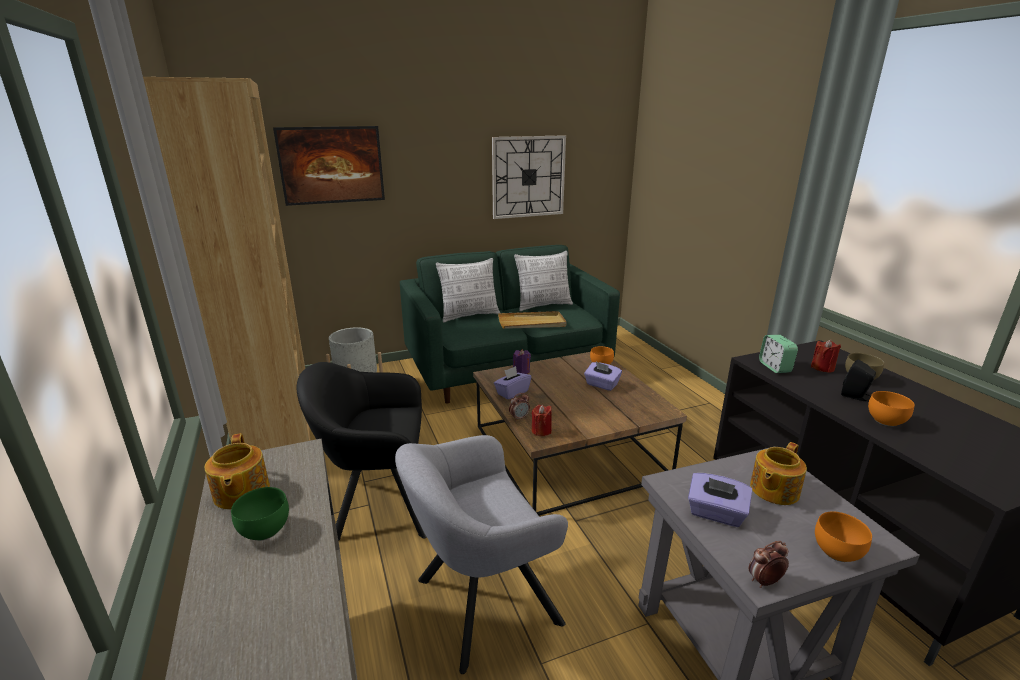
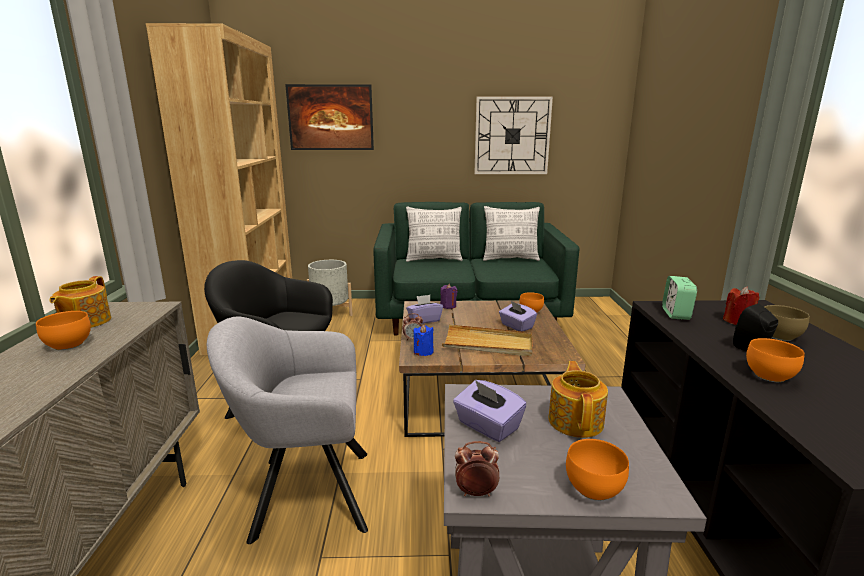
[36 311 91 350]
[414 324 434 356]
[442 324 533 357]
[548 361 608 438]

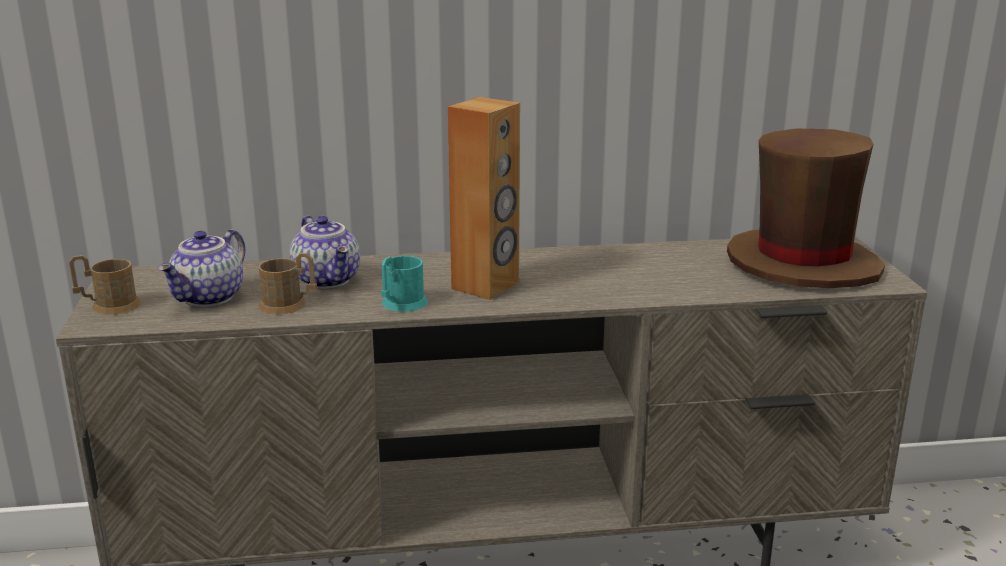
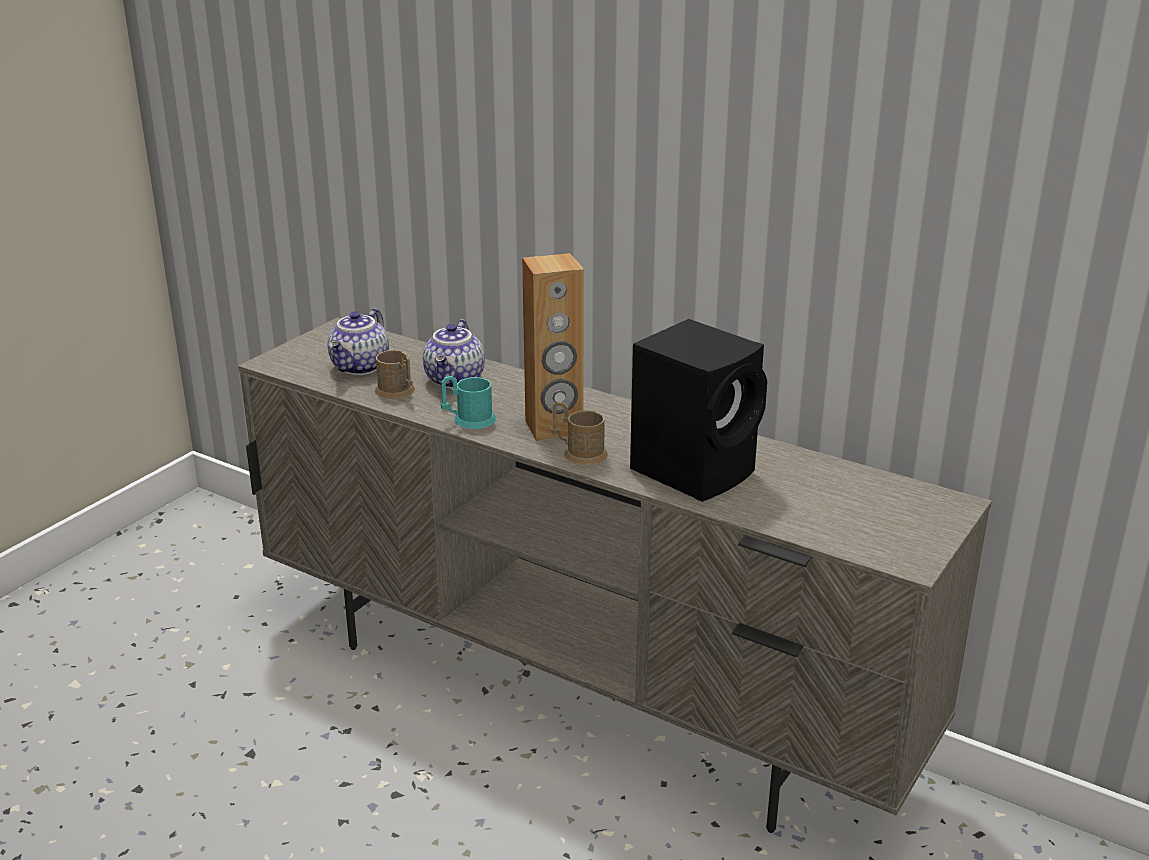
[328 308 389 375]
[551 402 608 465]
[630 319 767 502]
[727 129 885 288] (first image)

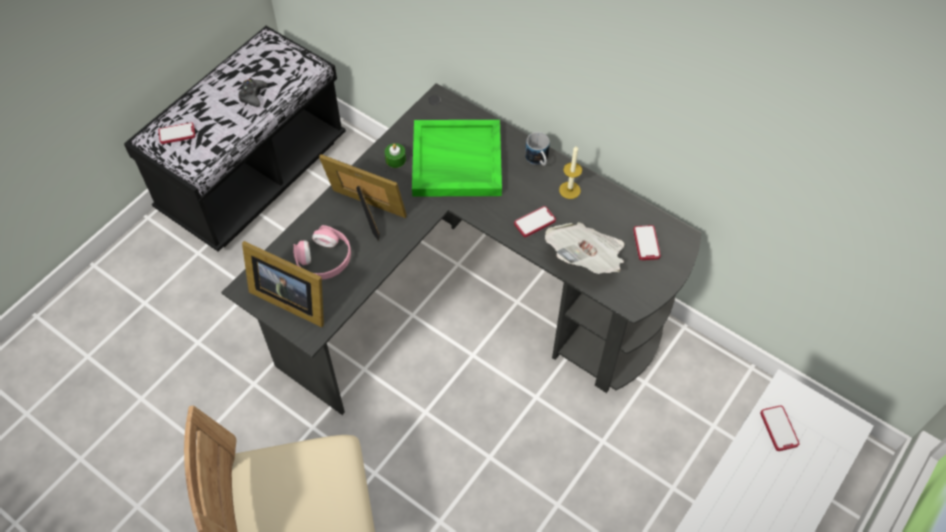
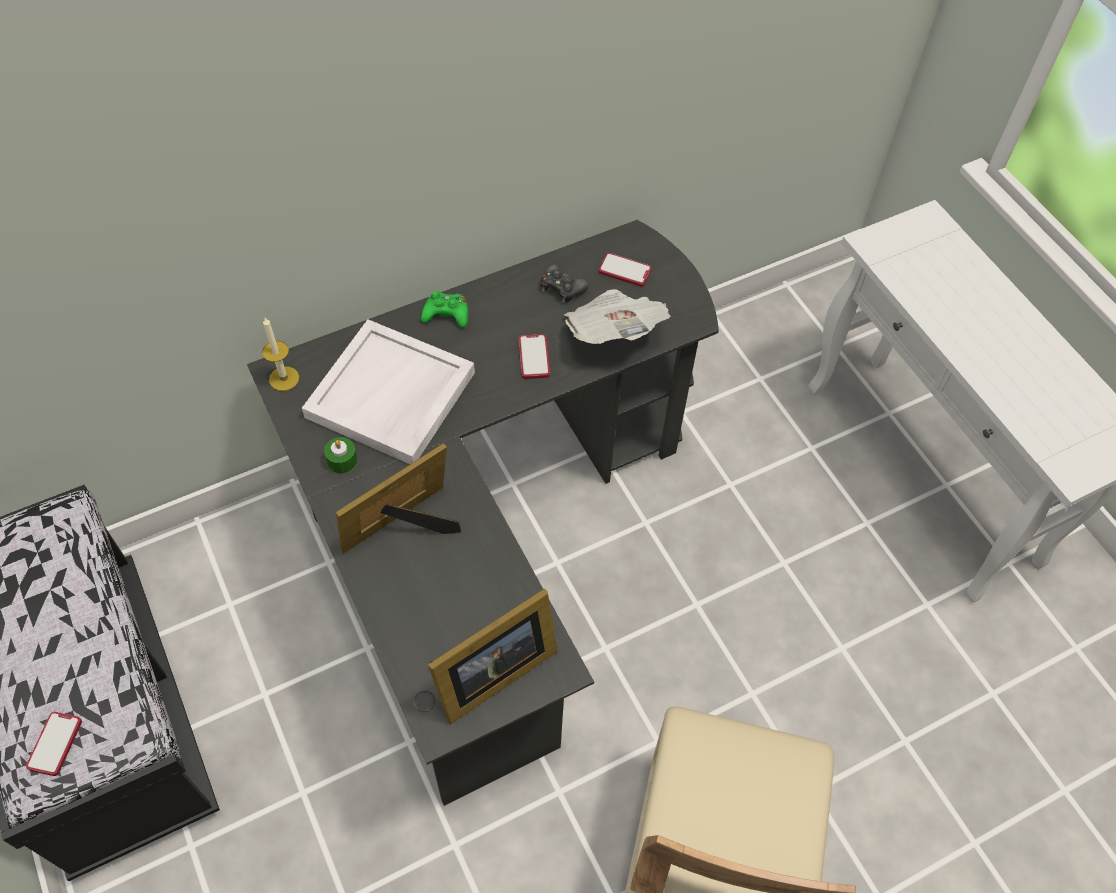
[262 318 299 391]
[302 319 475 464]
[421 291 468 328]
[541 264 589 303]
[293 225 351 279] (first image)
[760 405 800 451] (first image)

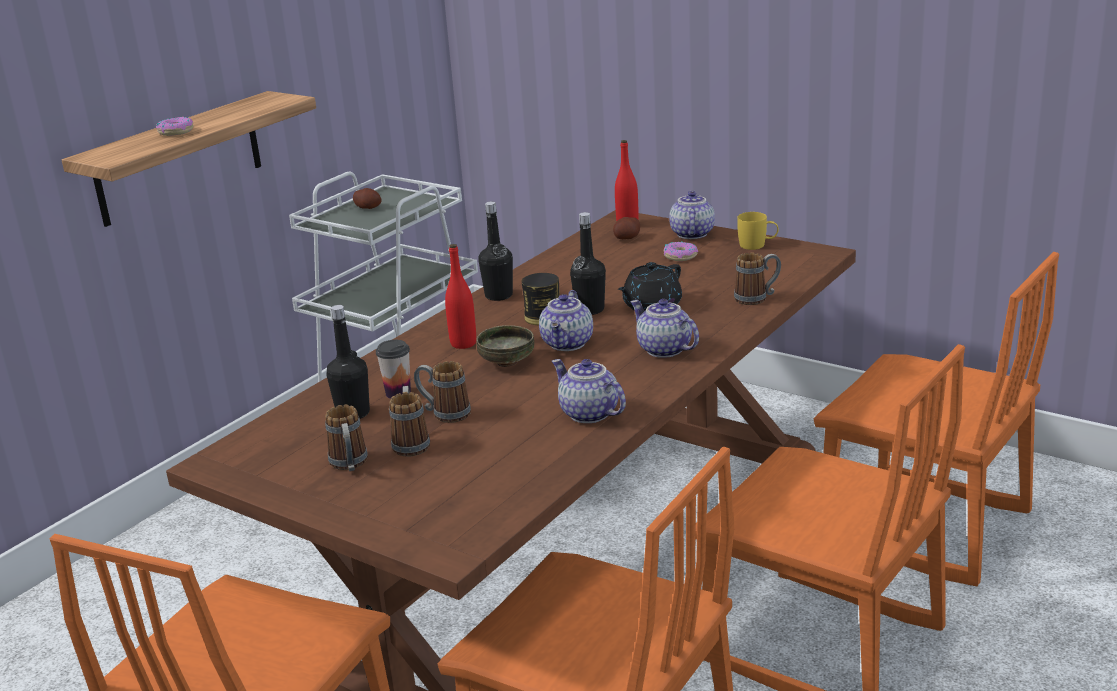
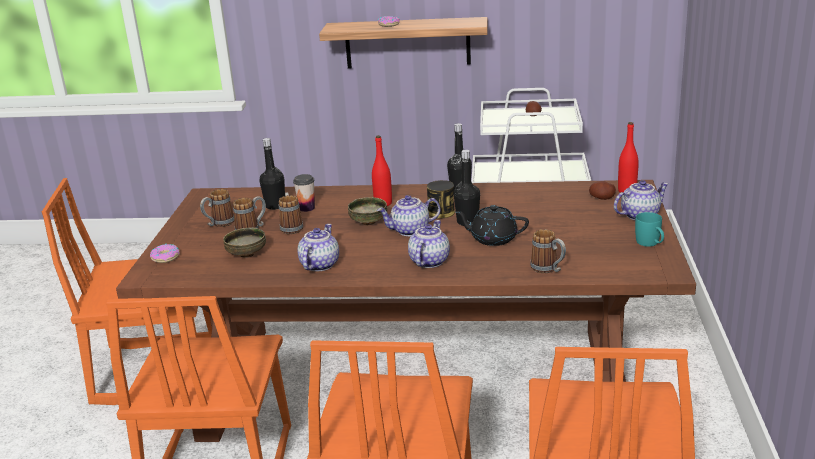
[150 244 180 263]
[223 228 266 258]
[635 212 664 247]

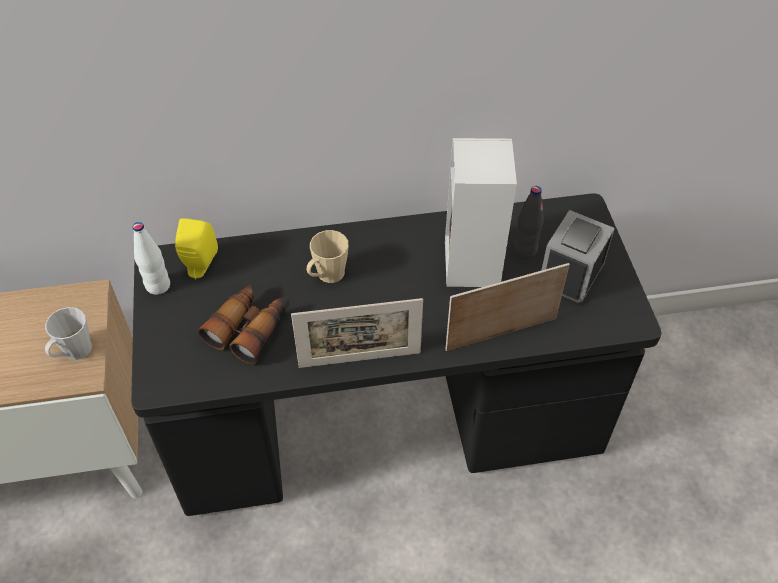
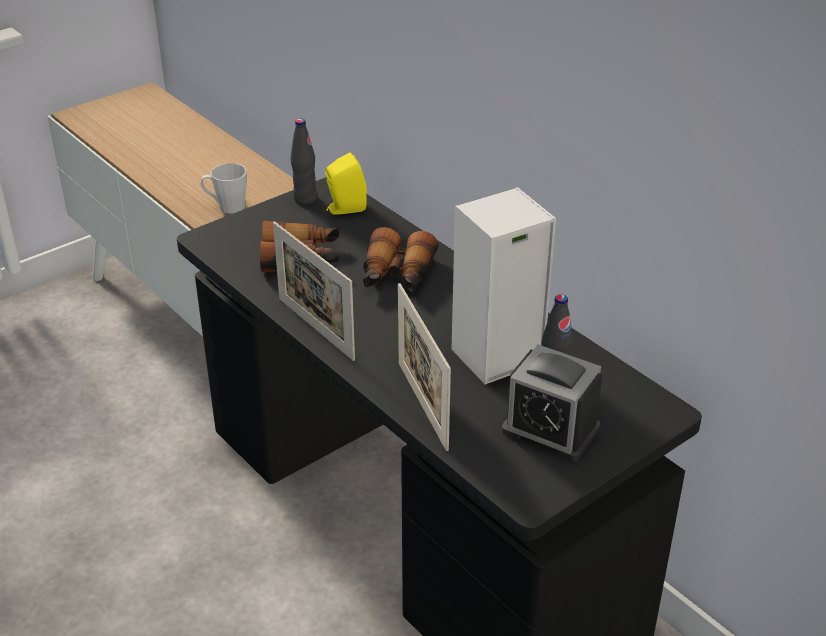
[291 119 317 205]
[363 227 439 292]
[398 283 451 451]
[502 344 603 461]

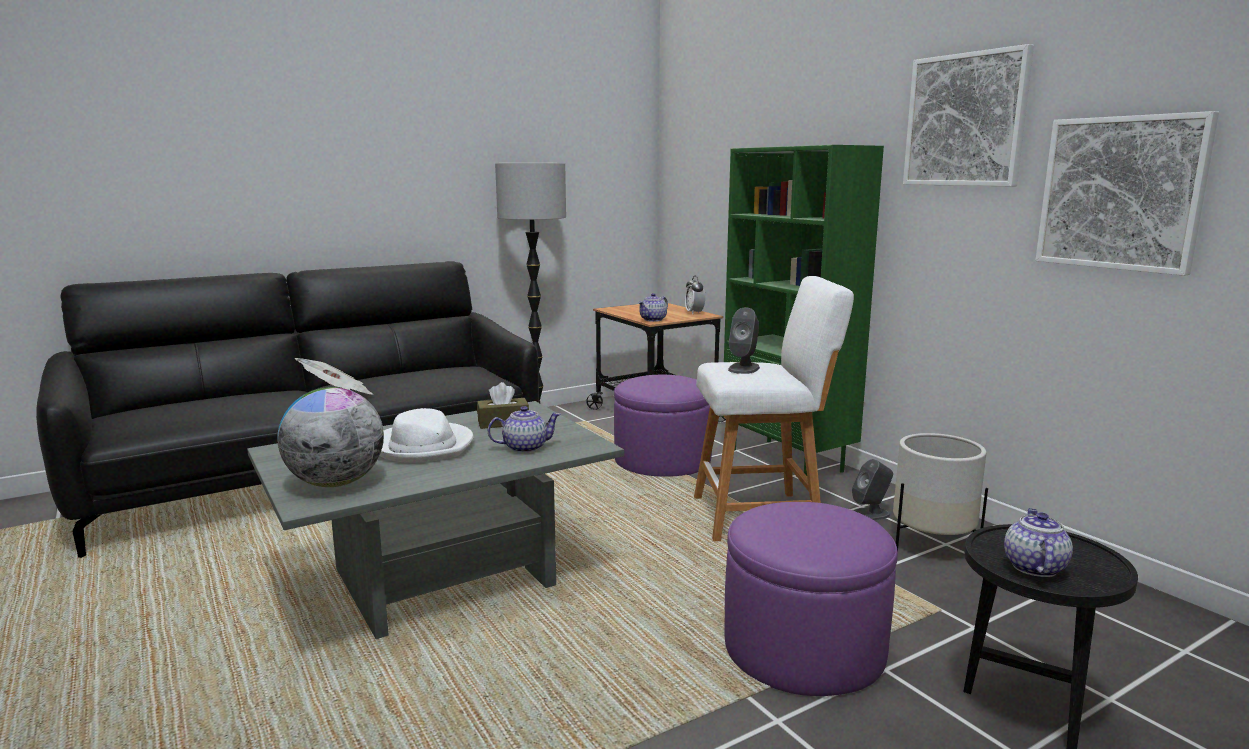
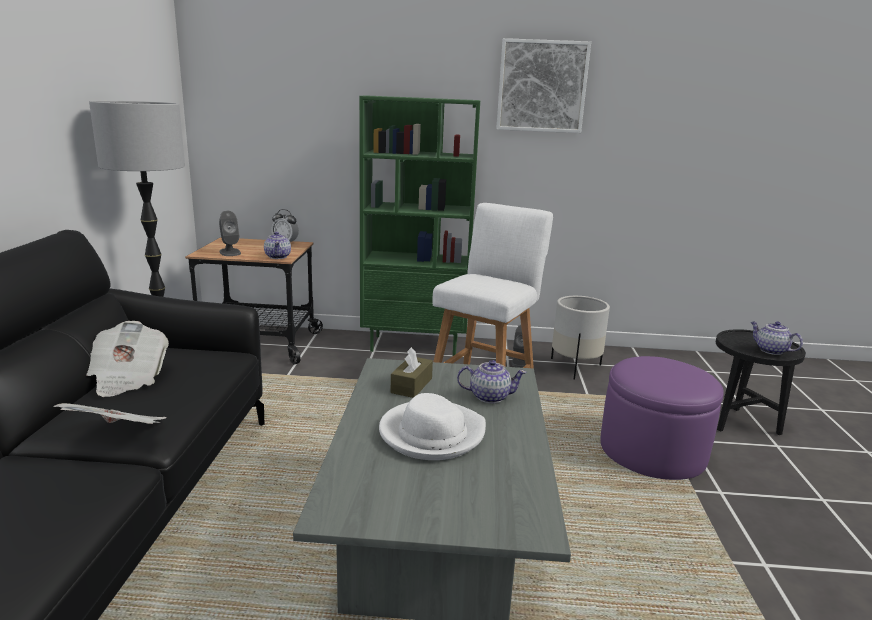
[86 321 169 397]
[219 211 241 256]
[457 360 527 403]
[277 387 384 487] (first image)
[614 375 712 477] (first image)
[1035 111 1219 276] (first image)

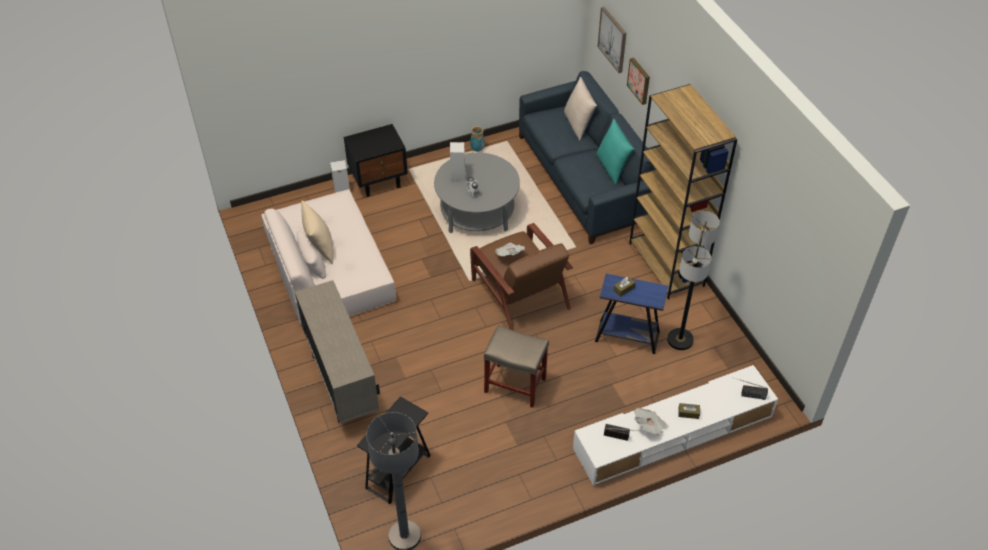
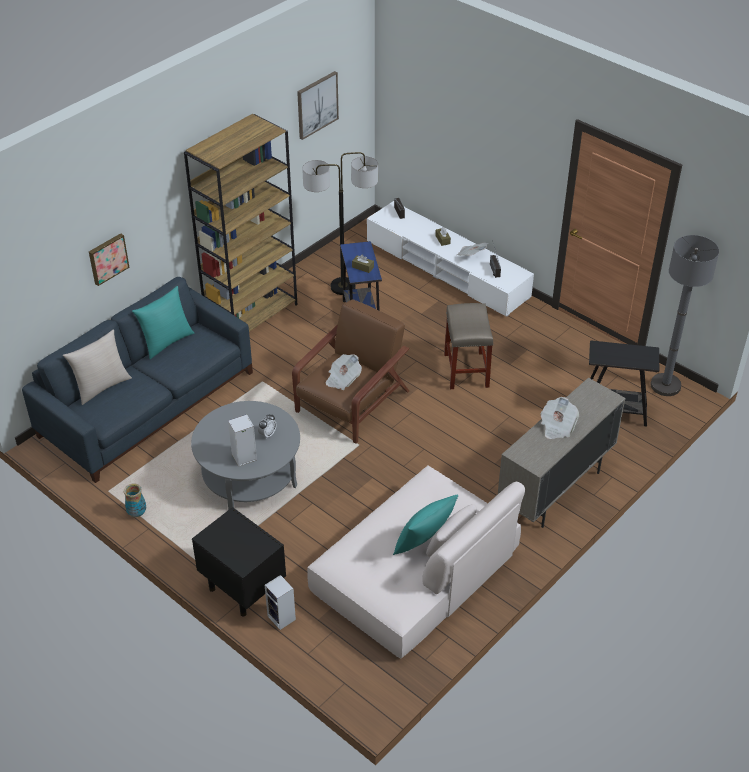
[297 71 339 140]
[393 495 458 555]
[540 397 579 439]

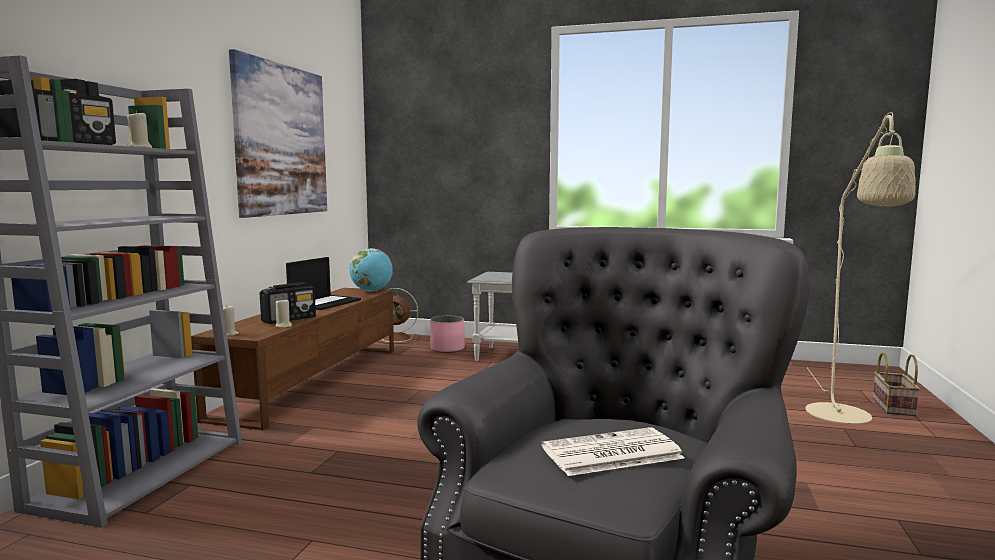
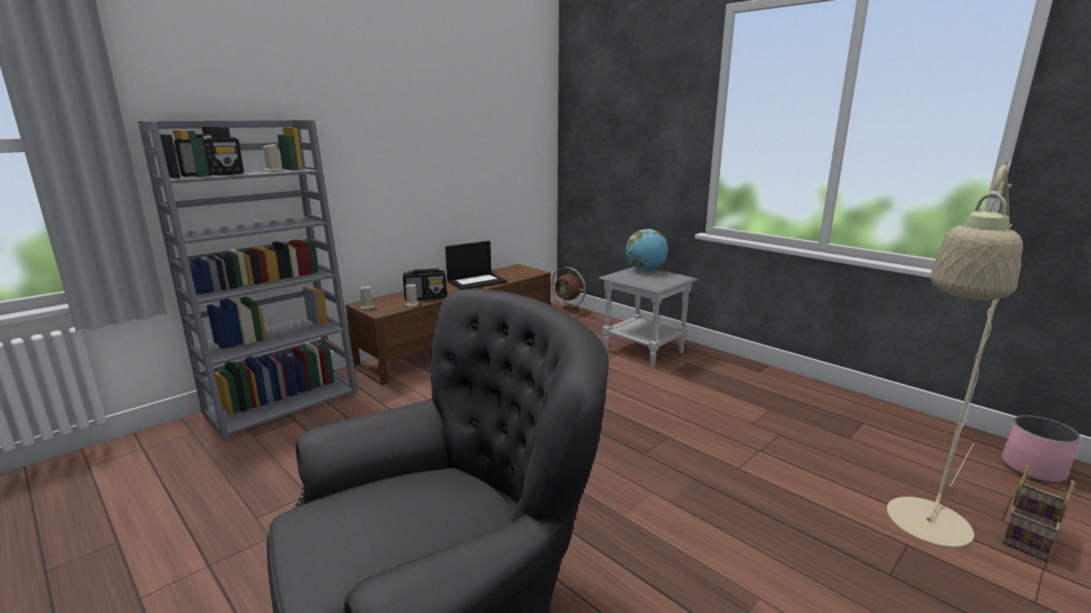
[626 229 668 271]
[1002 415 1081 483]
[229 49 327 218] (first image)
[541 427 685 476] (first image)

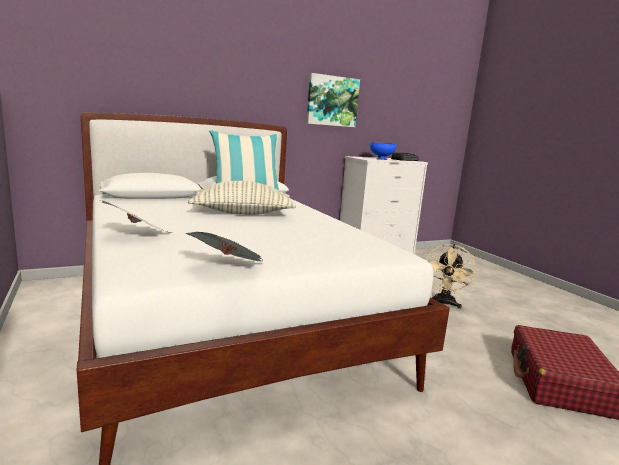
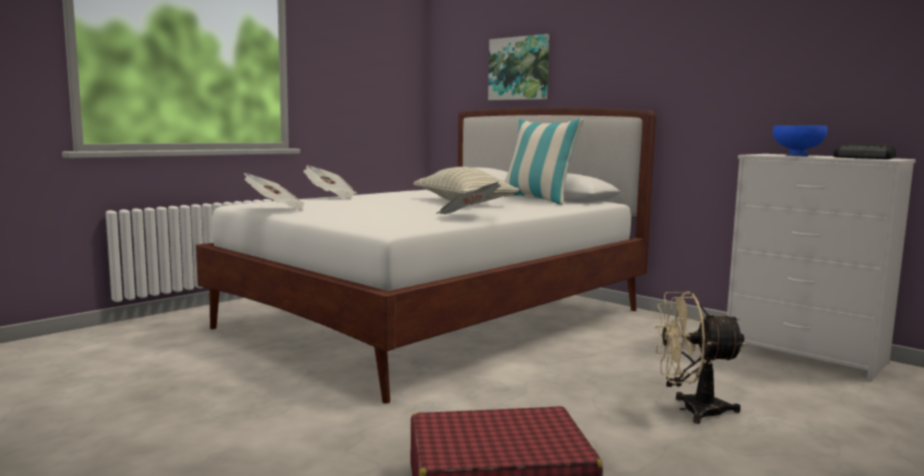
[437 182 501 214]
[488 34 549 100]

